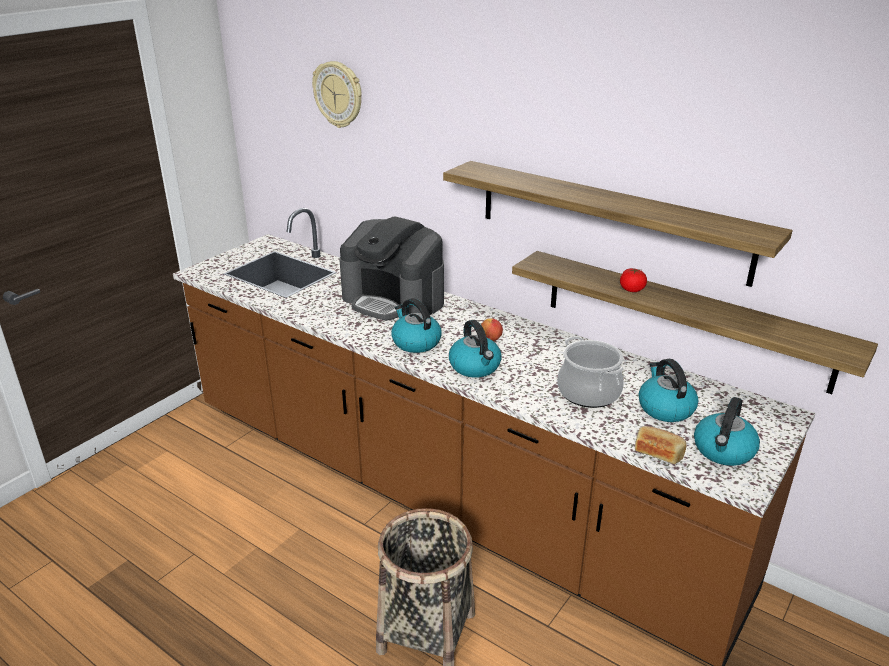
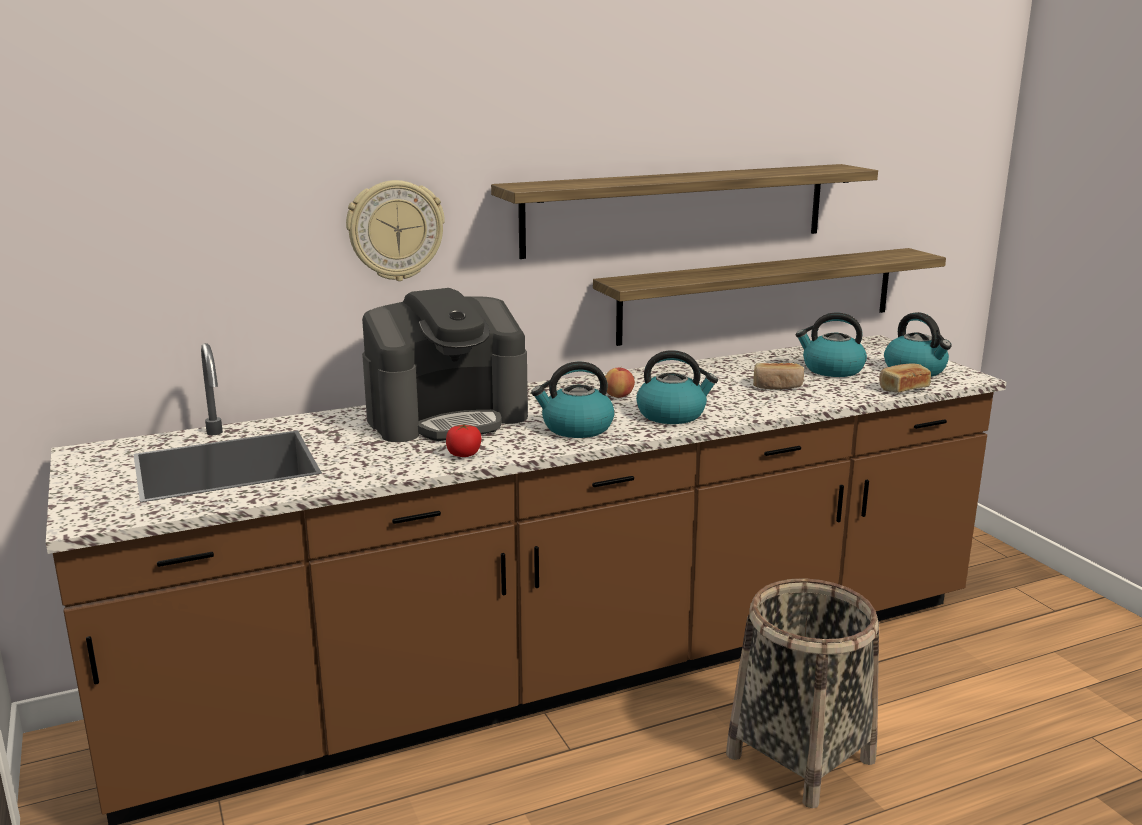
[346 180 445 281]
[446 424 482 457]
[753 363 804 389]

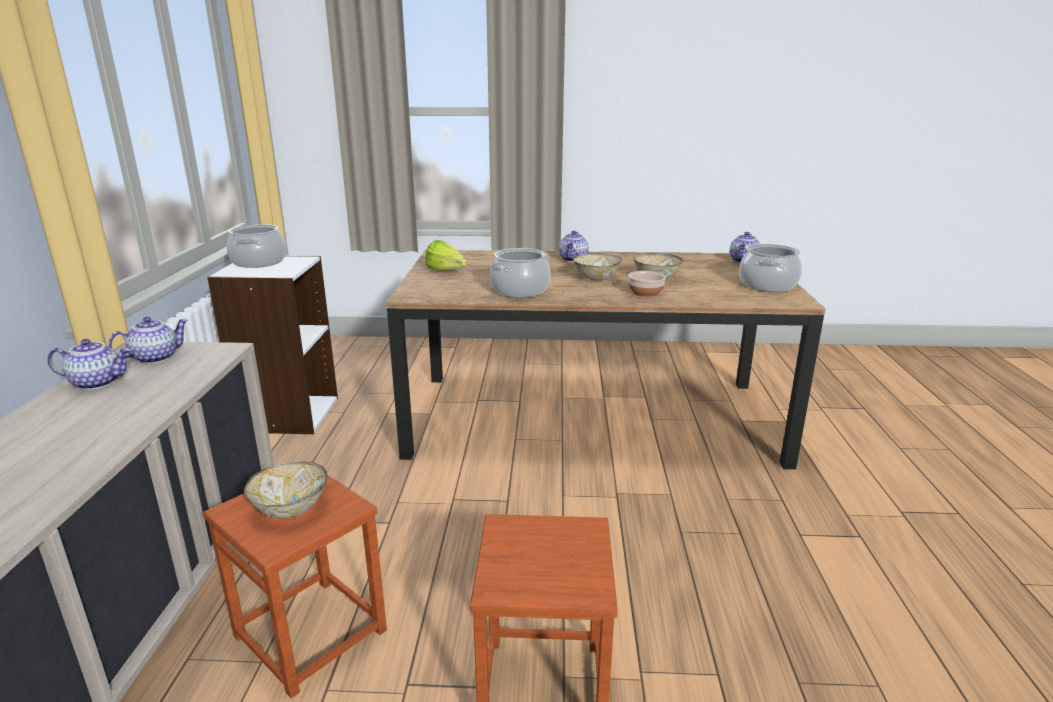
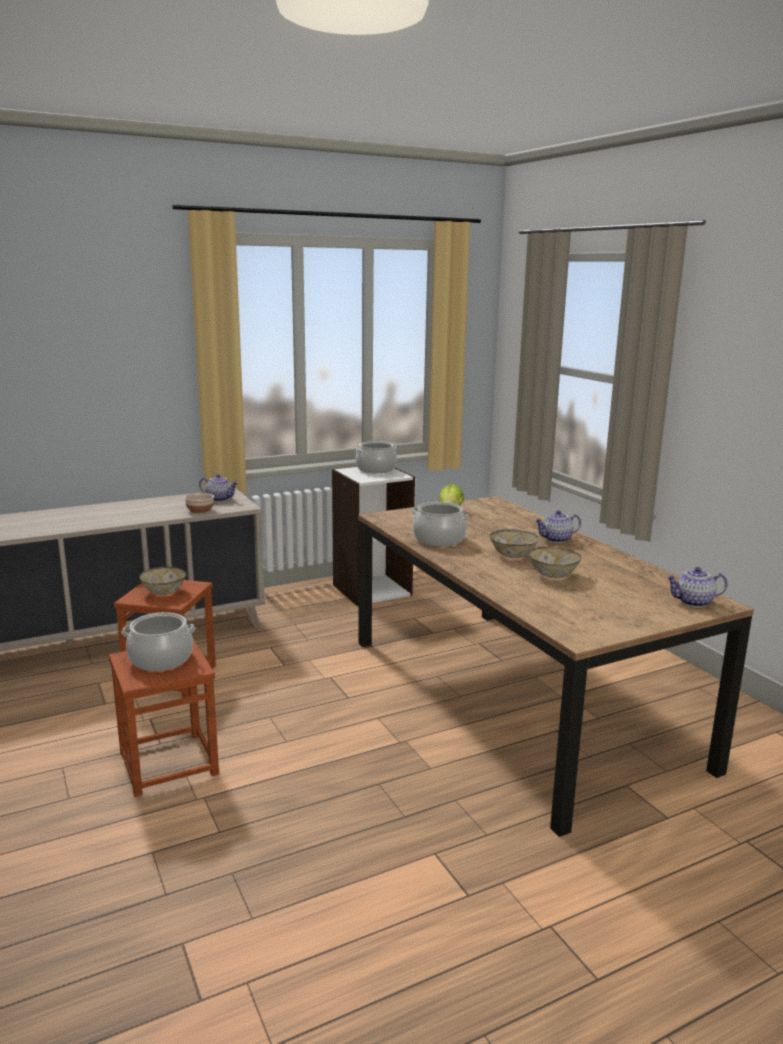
[121 612 195 671]
[185 493 214 513]
[47 339 131 390] (first image)

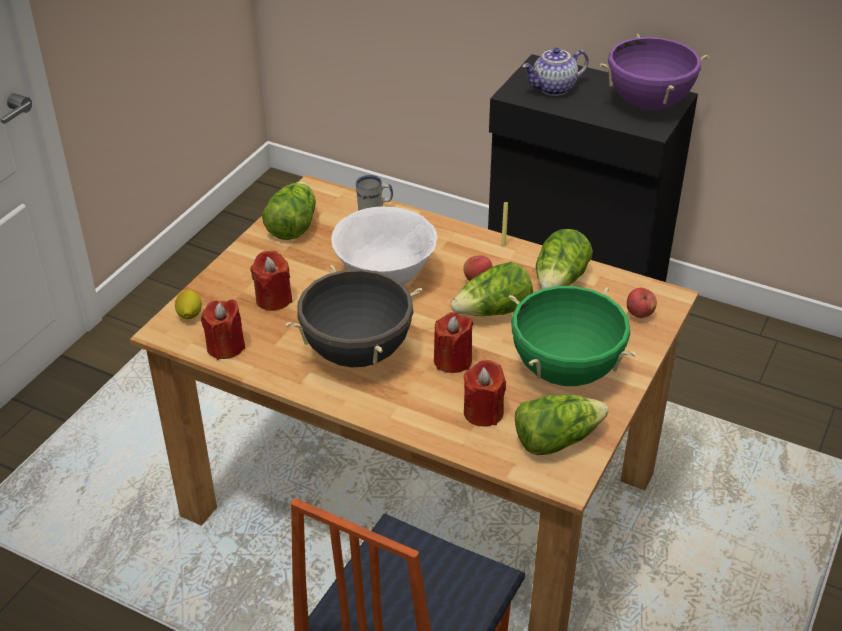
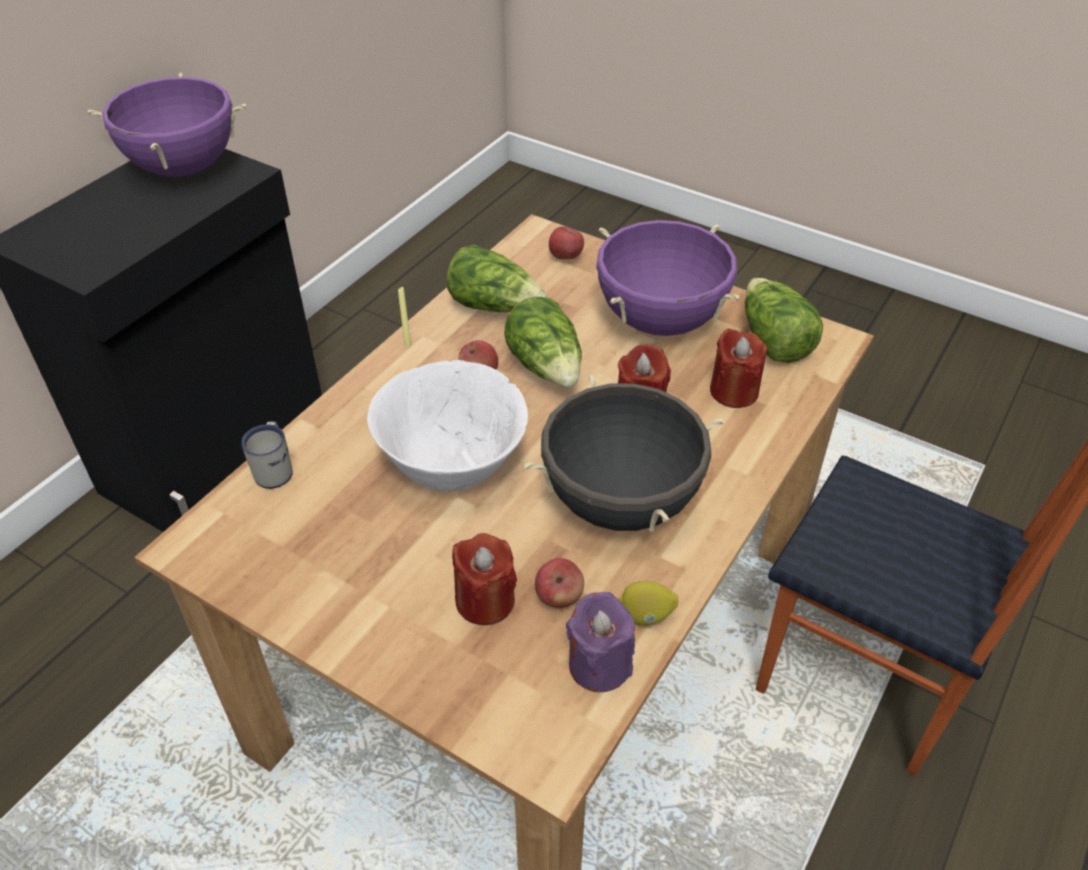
[535 558 584 608]
[566 592 635 692]
[596 220 740 336]
[618 581 679 625]
[262 181 316 240] (first image)
[522 48 589 96] (first image)

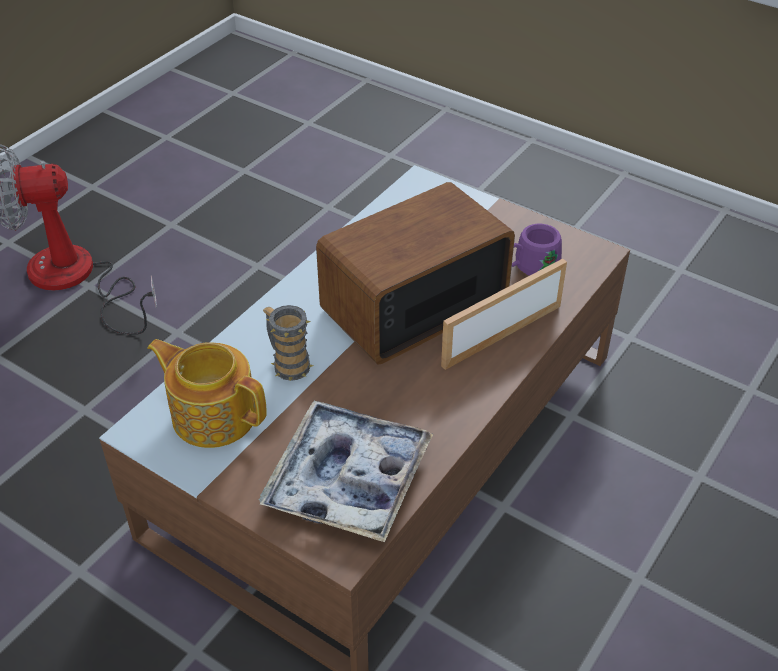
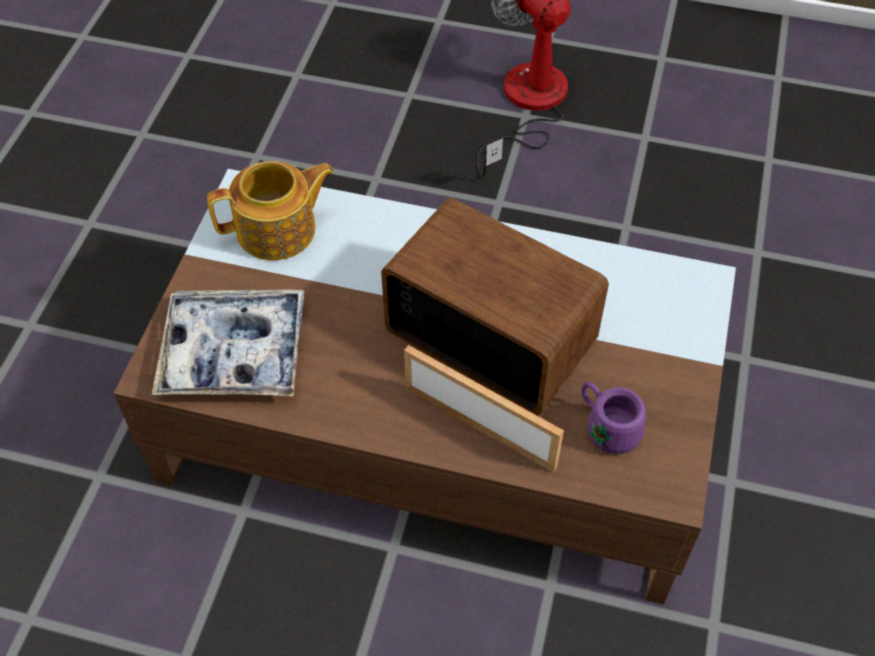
[207 161 334 260]
[263 305 313 381] (first image)

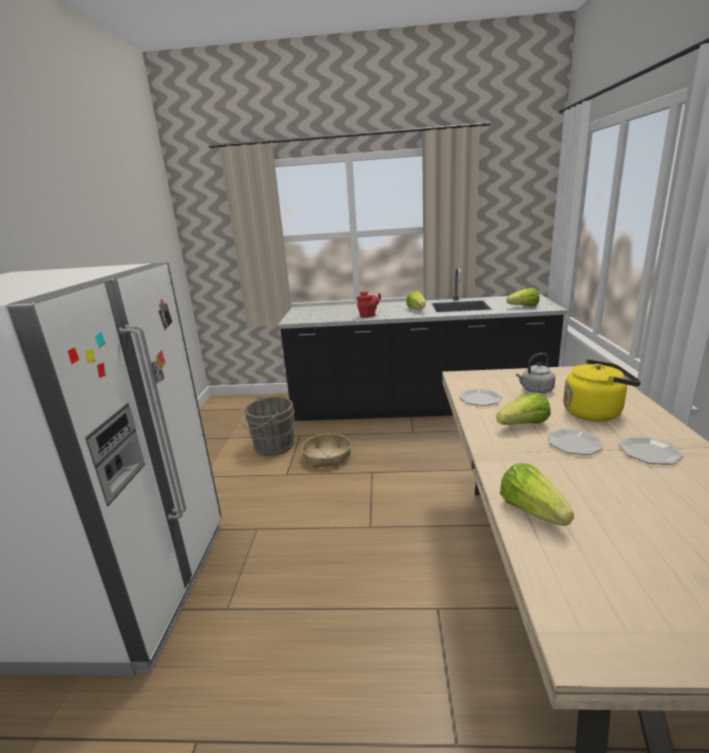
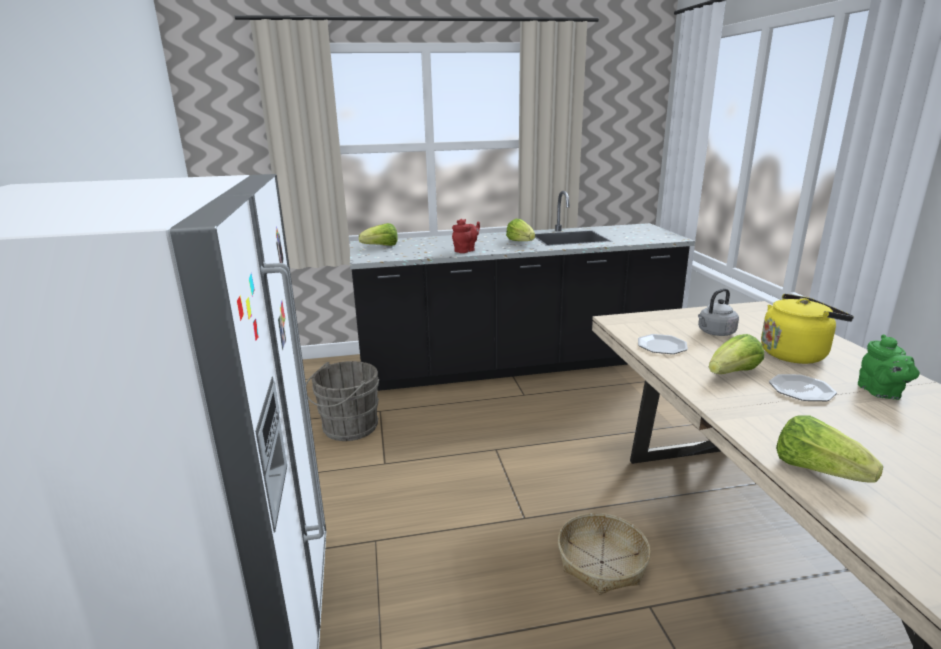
[359 223 398 246]
[558 513 651 594]
[858 334 920 400]

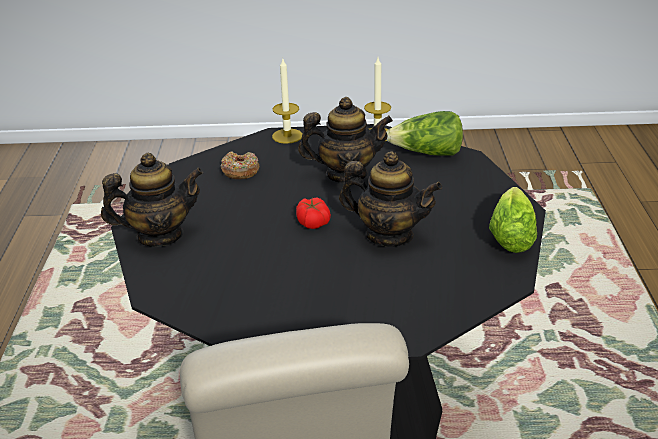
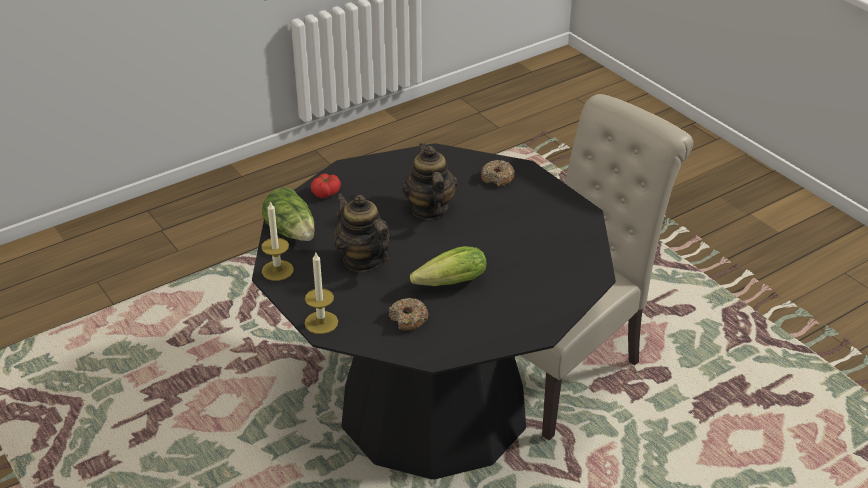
[311 173 341 198]
[410 246 486 286]
[481 160 515 187]
[101 152 203 247] (first image)

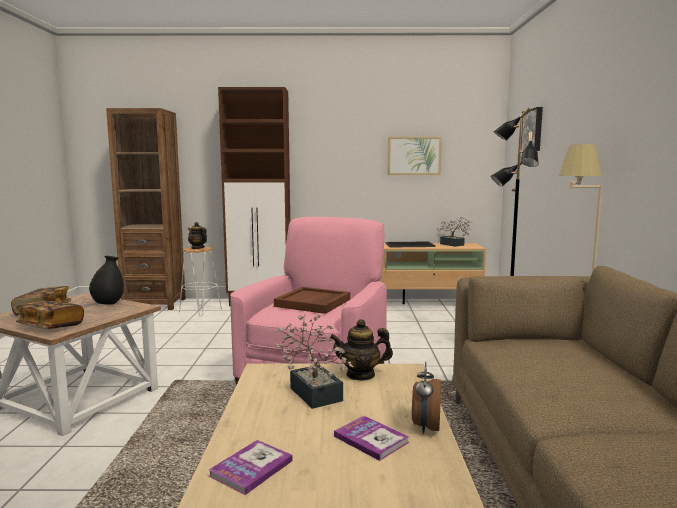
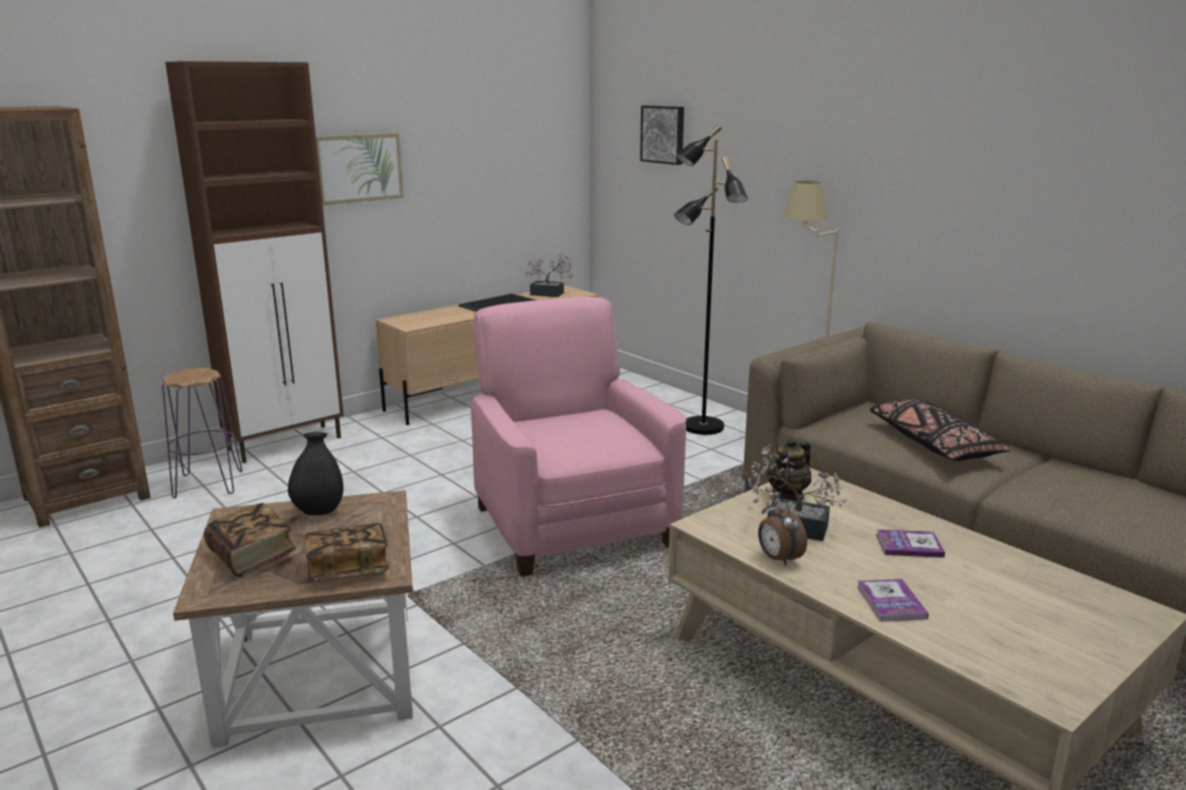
[162 368 242 499]
[316 133 404 205]
[758 497 807 566]
[870 399 1011 461]
[188 222 207 249] (first image)
[274 287 350 314] (first image)

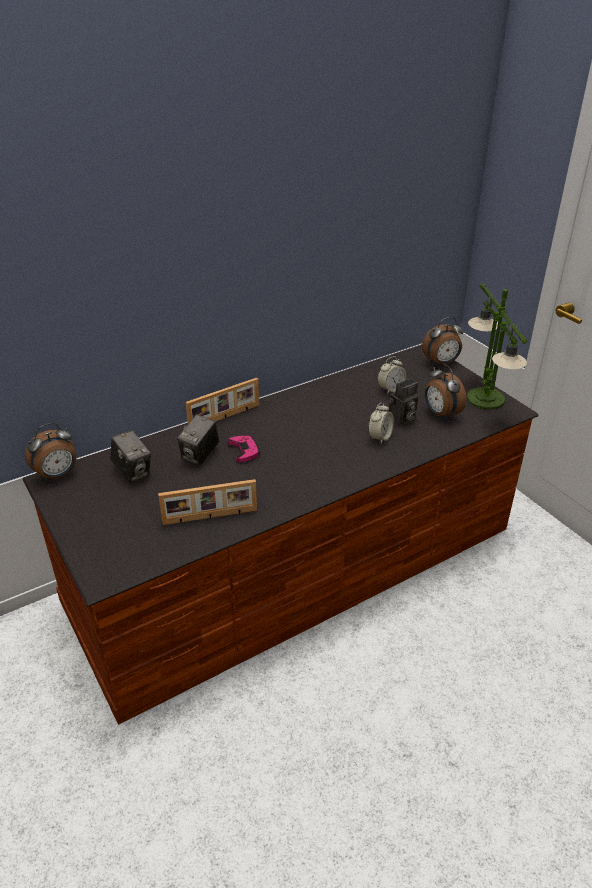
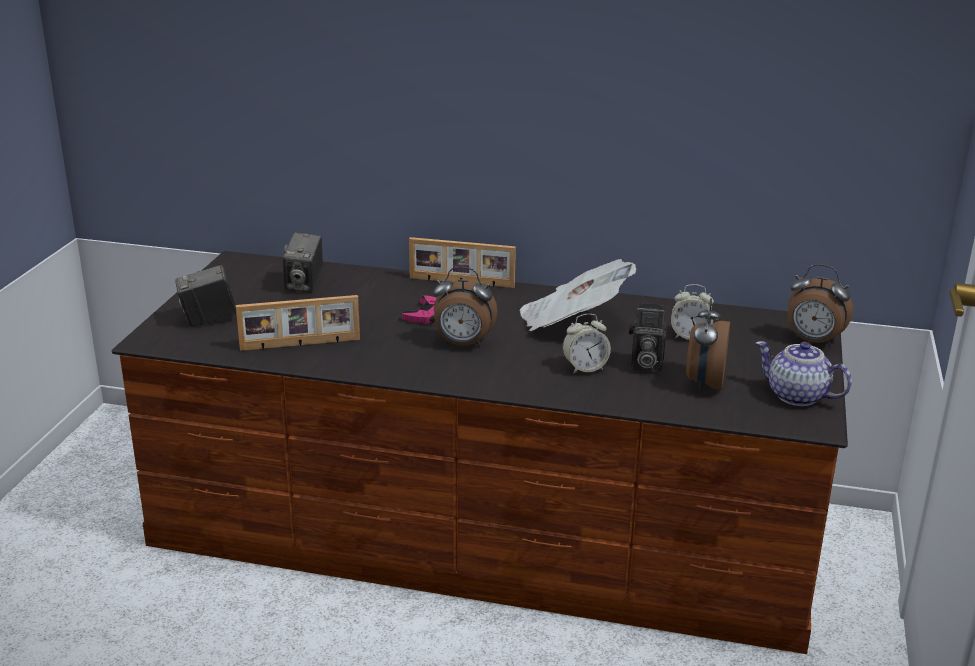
[175 265 237 327]
[236 295 360 351]
[433 267 498 347]
[520 259 636 331]
[756 341 852 406]

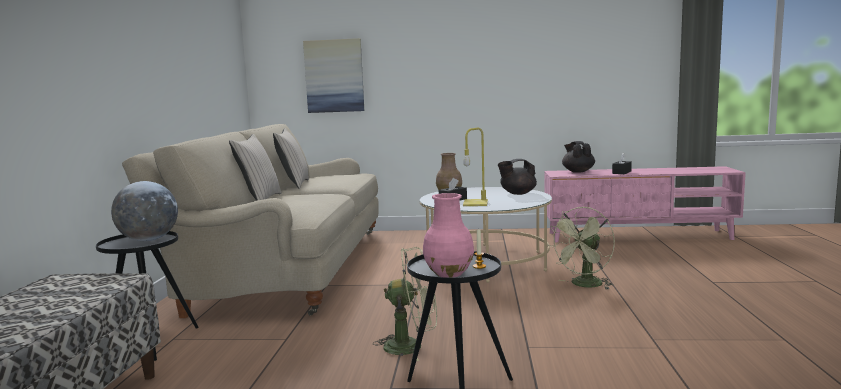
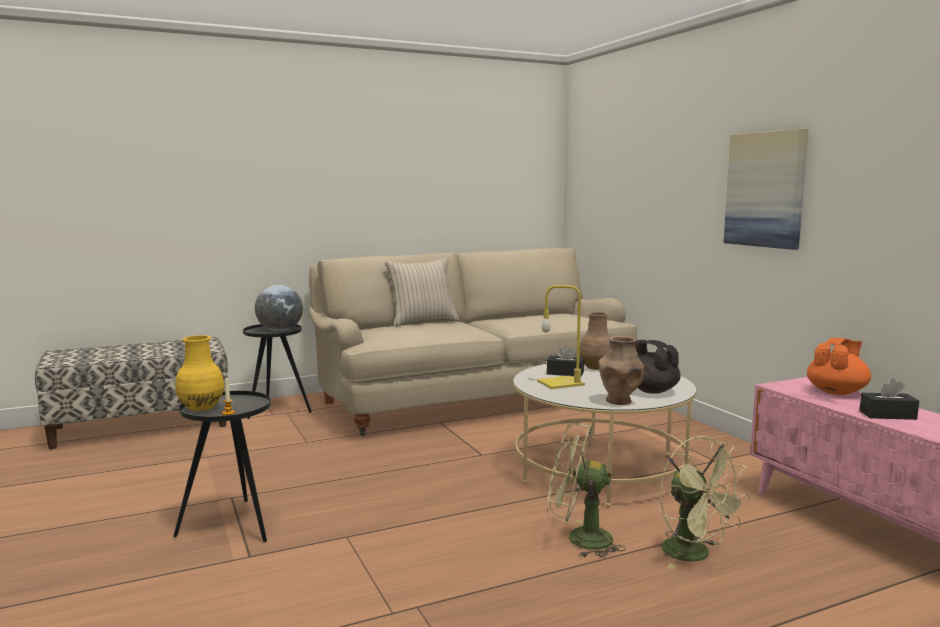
[175 335 224 411]
[598 336 644 405]
[660 436 750 569]
[724 128 808 250]
[807 338 871 395]
[273 128 309 188] (first image)

